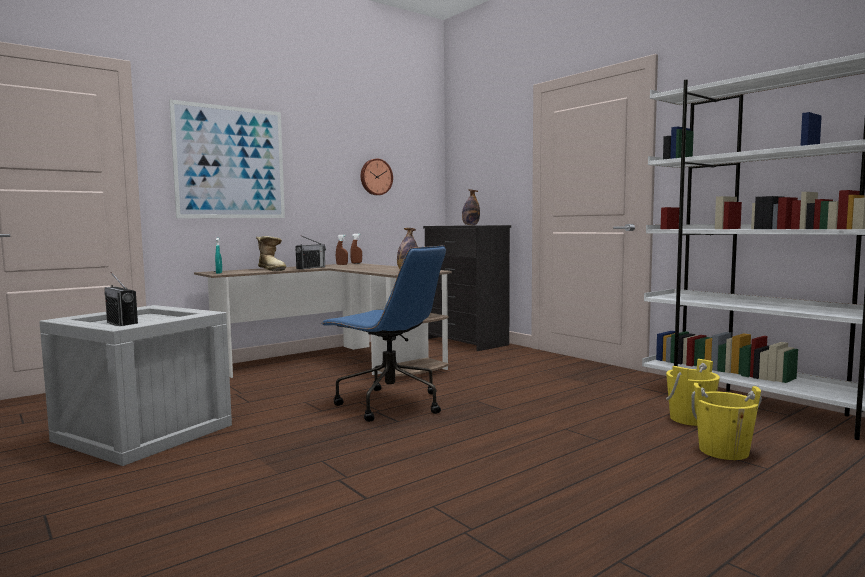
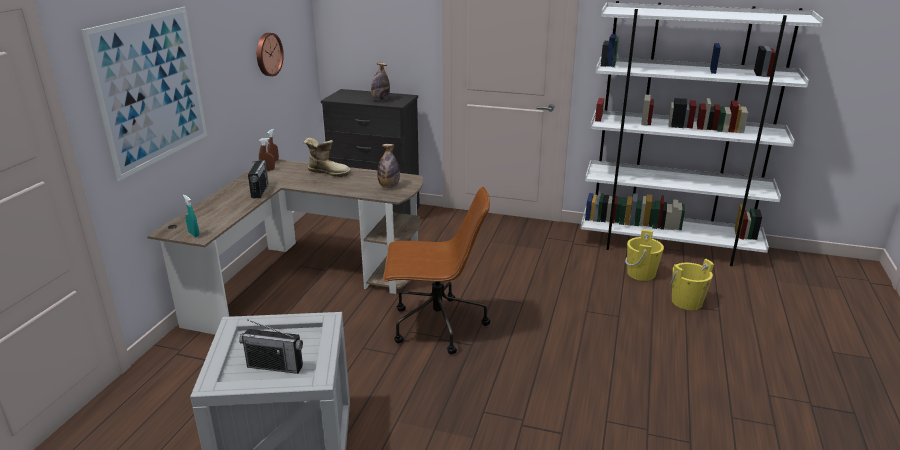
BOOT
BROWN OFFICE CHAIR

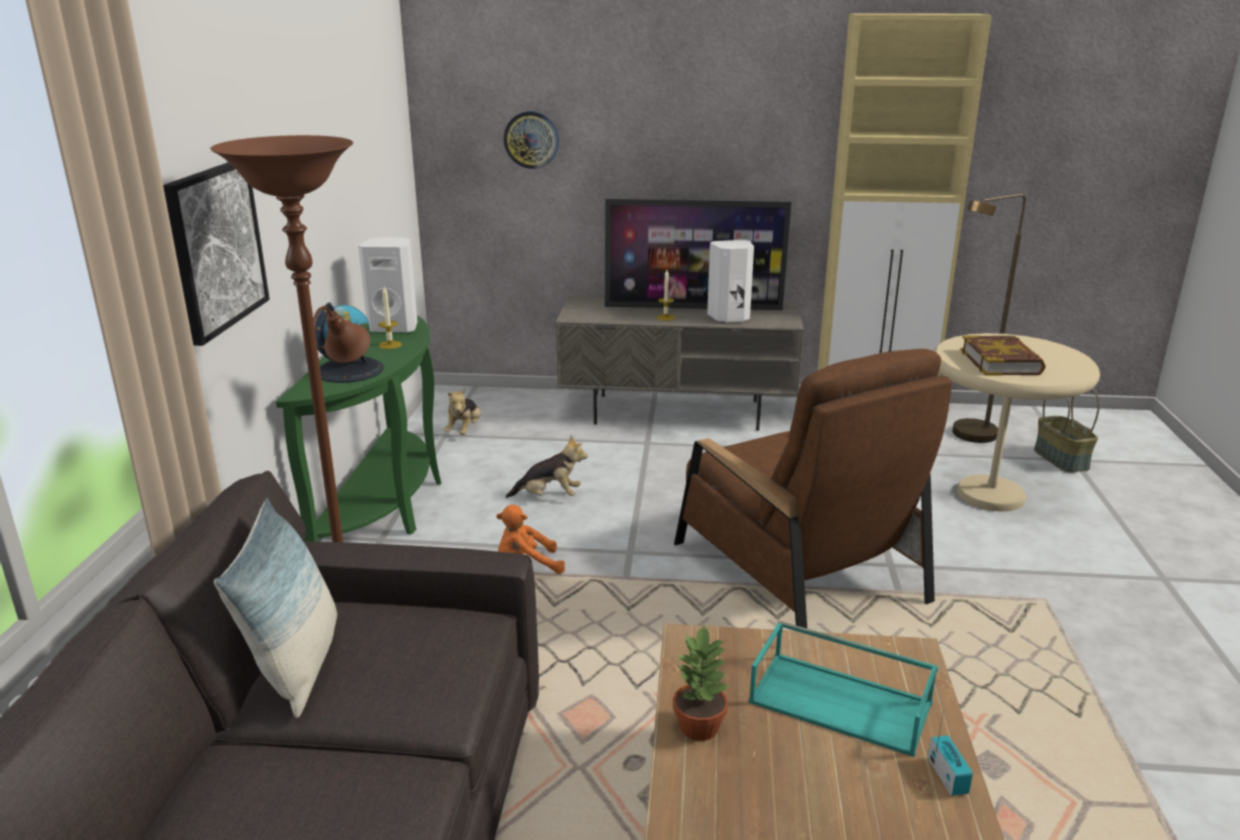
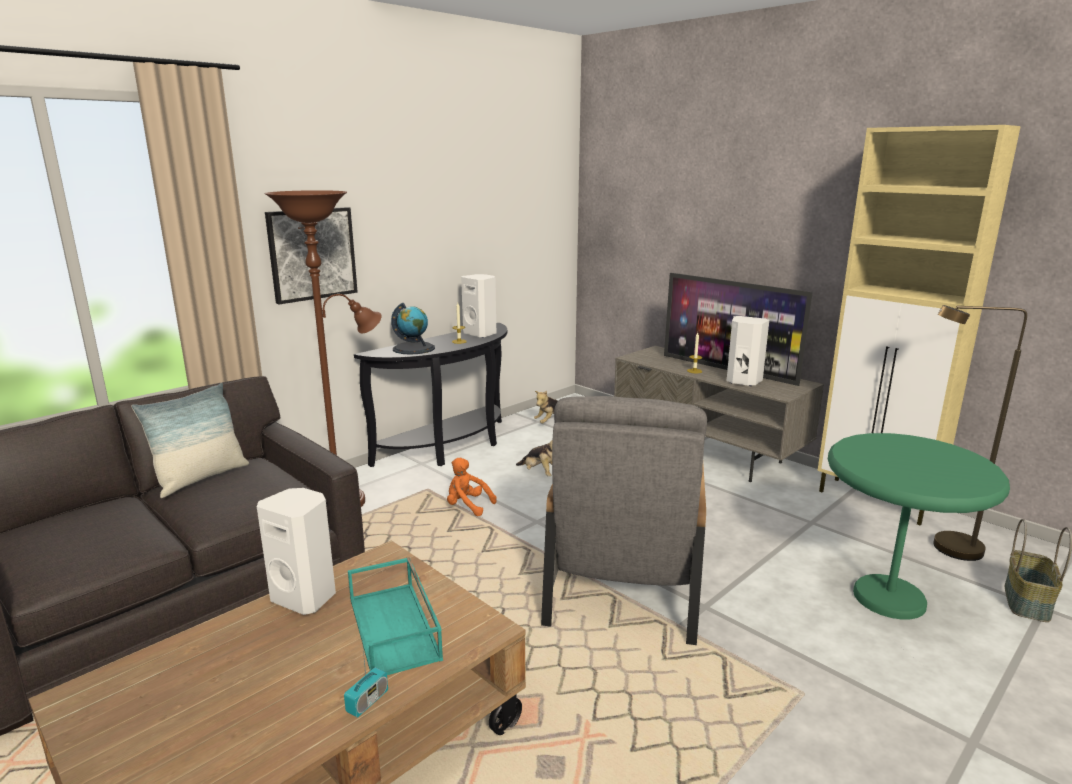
BLACK CONSOLE TABLE
WALL CLOCK
WHITE SPEAKER (no. 1 from left)
GREY ARMCHAIR
GREEN SIDE TABLE
BOOK

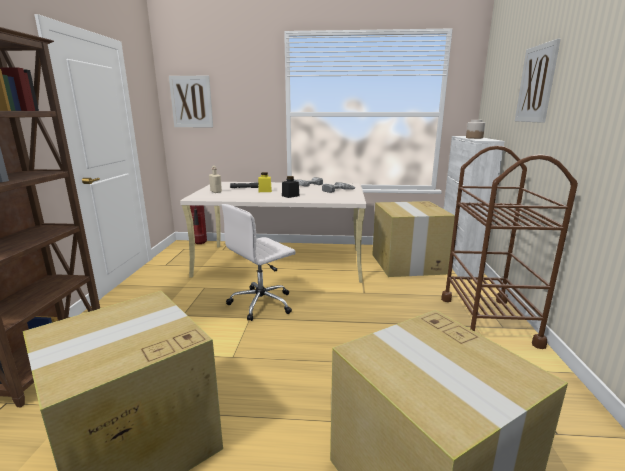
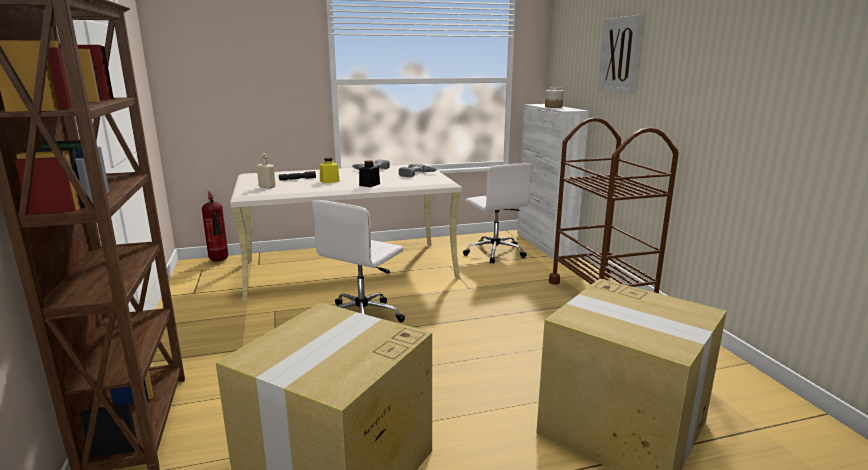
PICTURE (no. 1 from left in the first image)
WHITE OFFICE CHAIR (no. 2 from left)

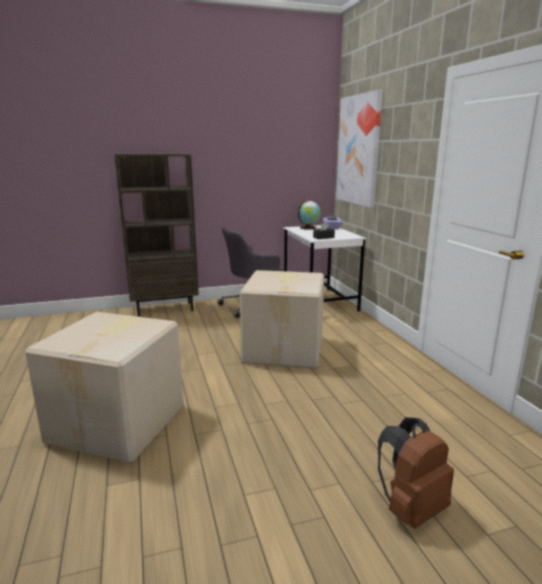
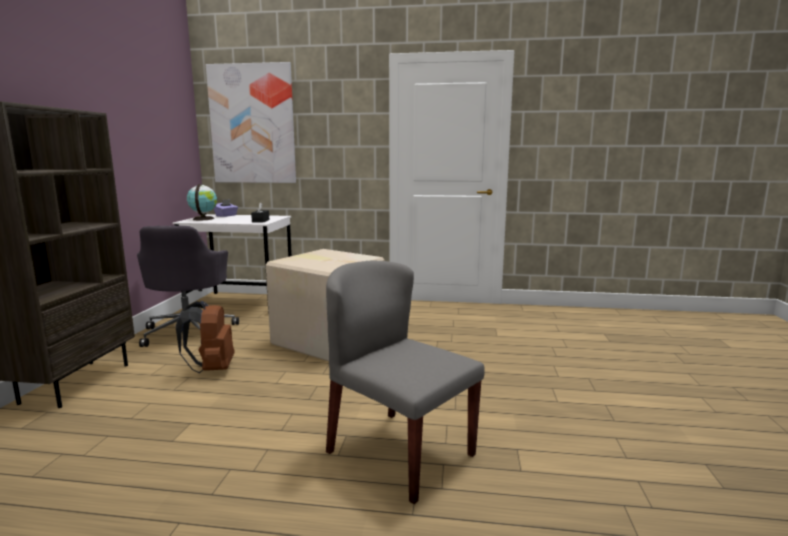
GREY CHAIR
BROWN BACKPACK

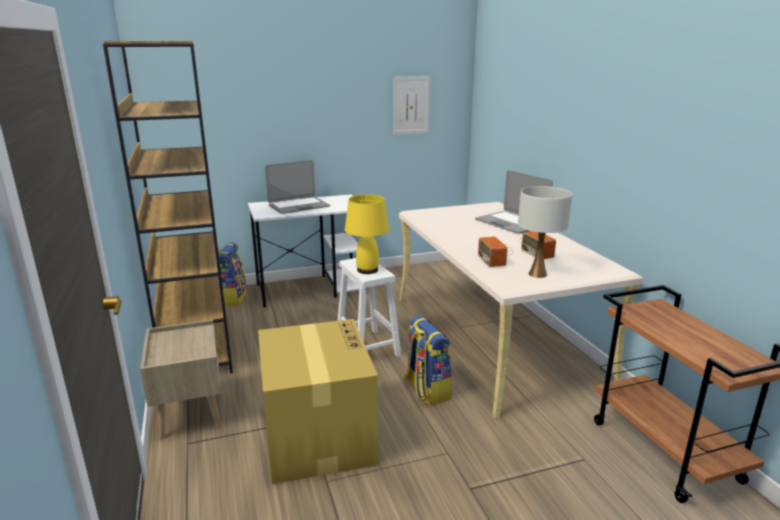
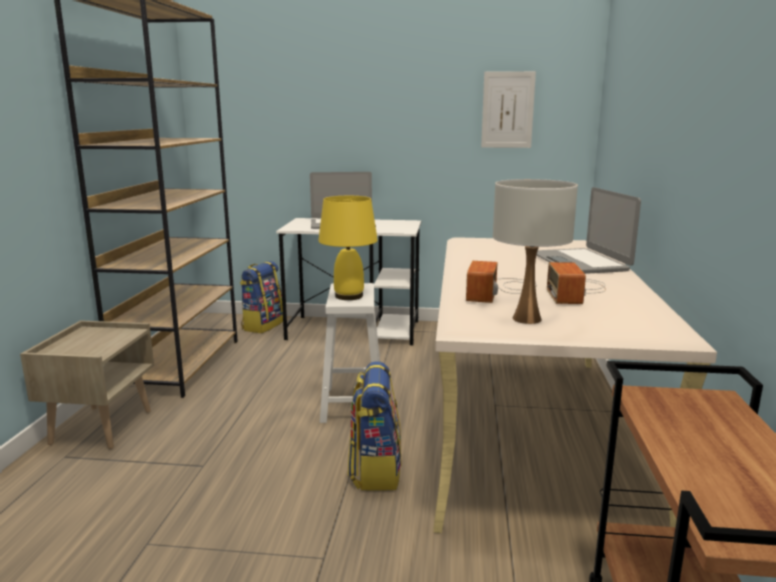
CARDBOARD BOX

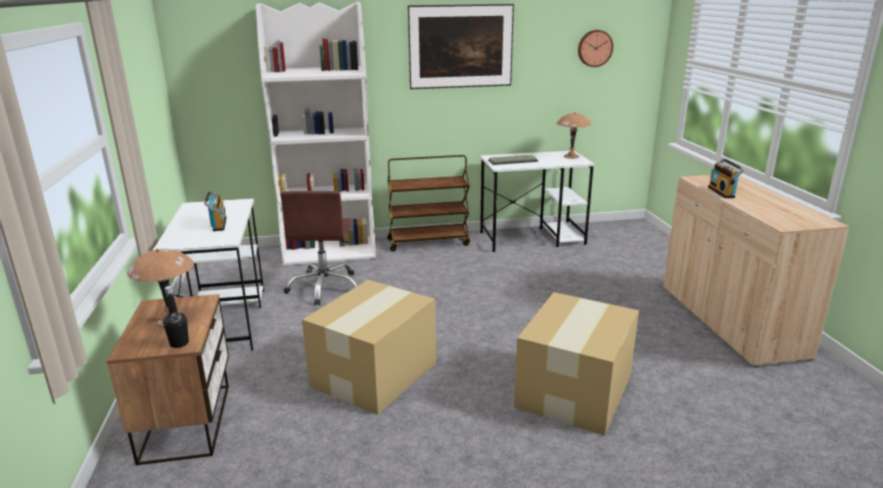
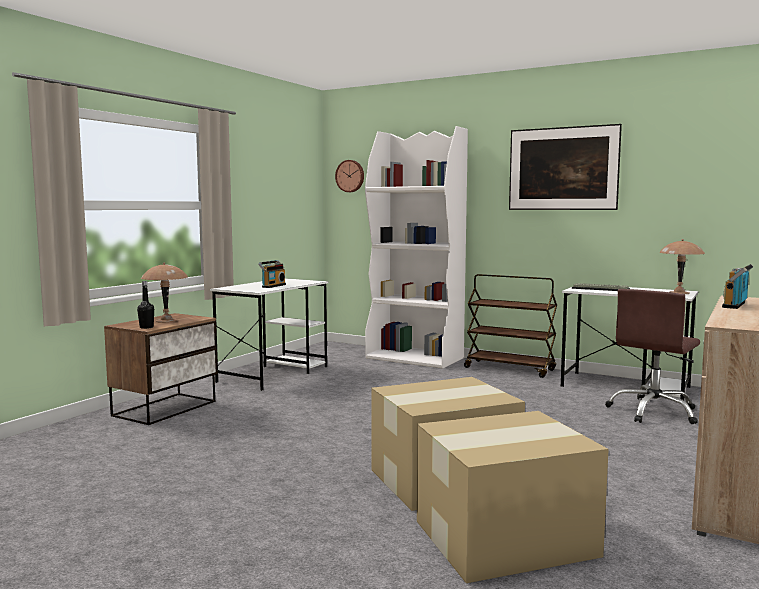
BROWN OFFICE CHAIR
CARDBOARD BOX (no. 2 from left)
WALL CLOCK

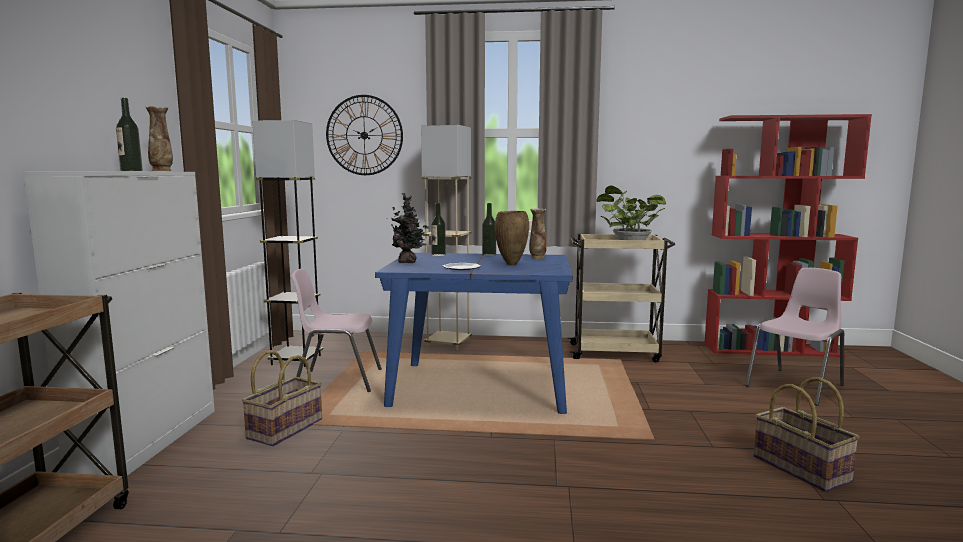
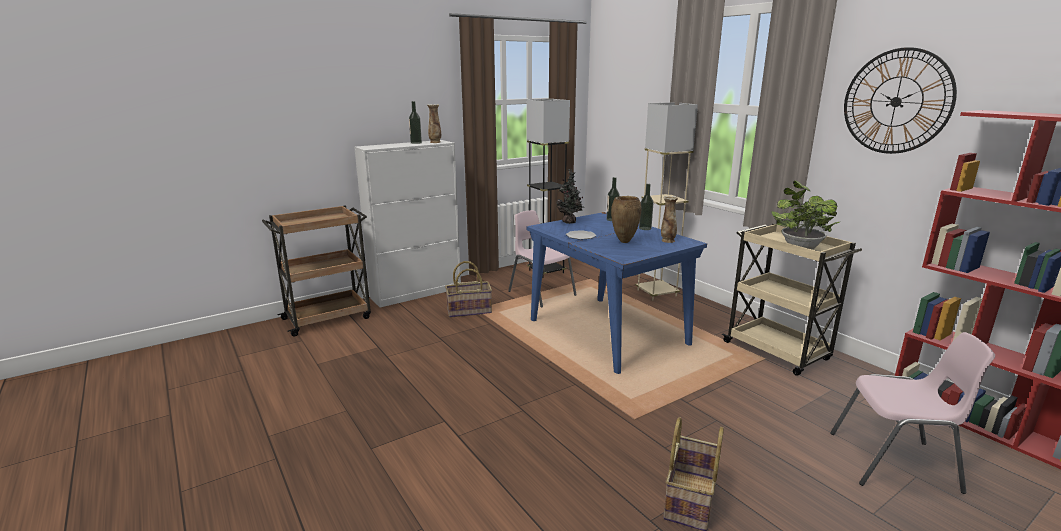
WALL CLOCK

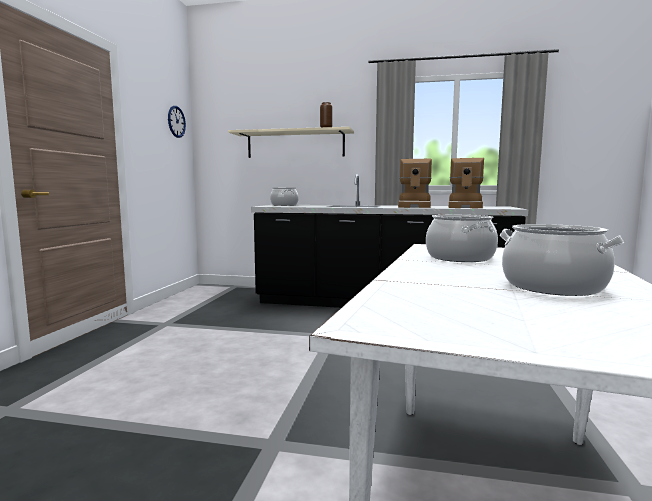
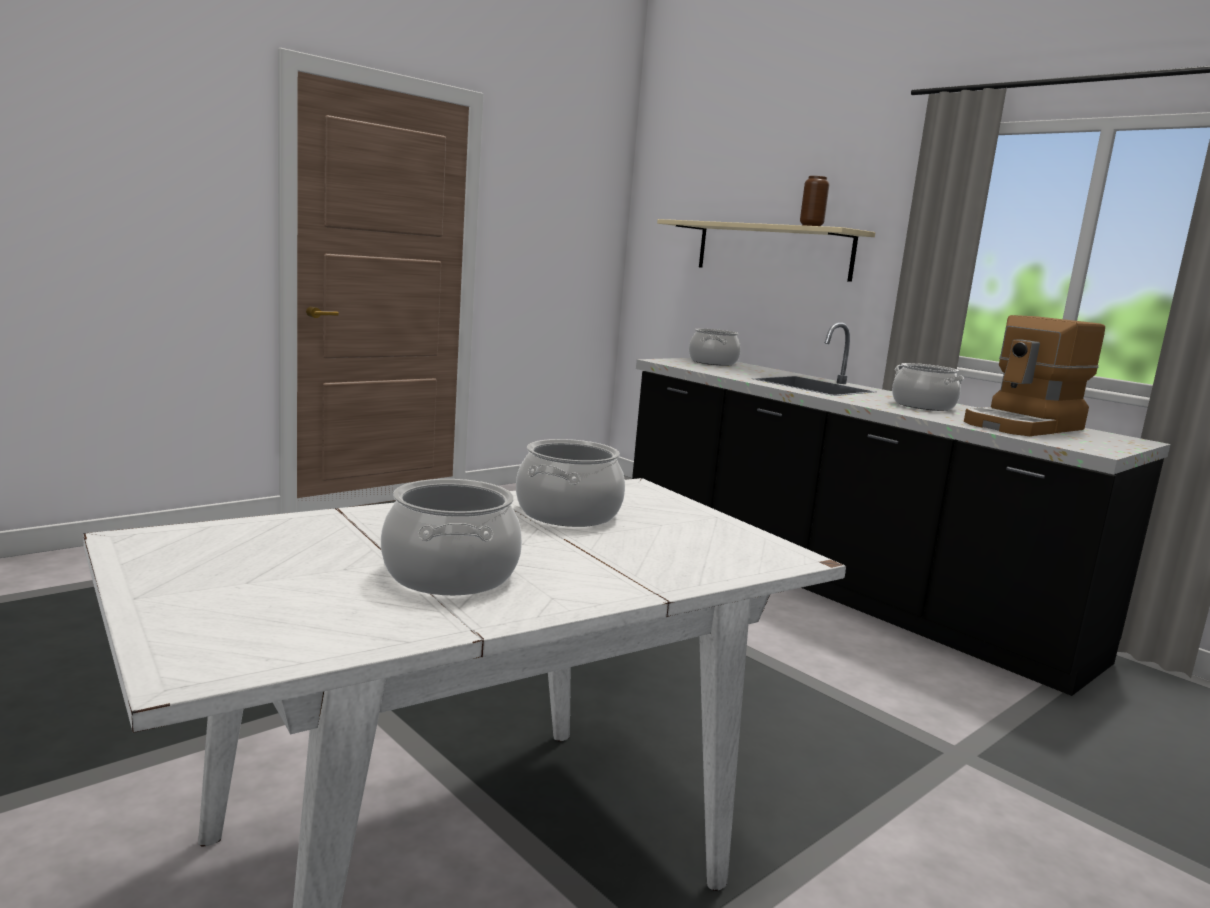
WALL CLOCK
COOKING POT (no. 4 from left)

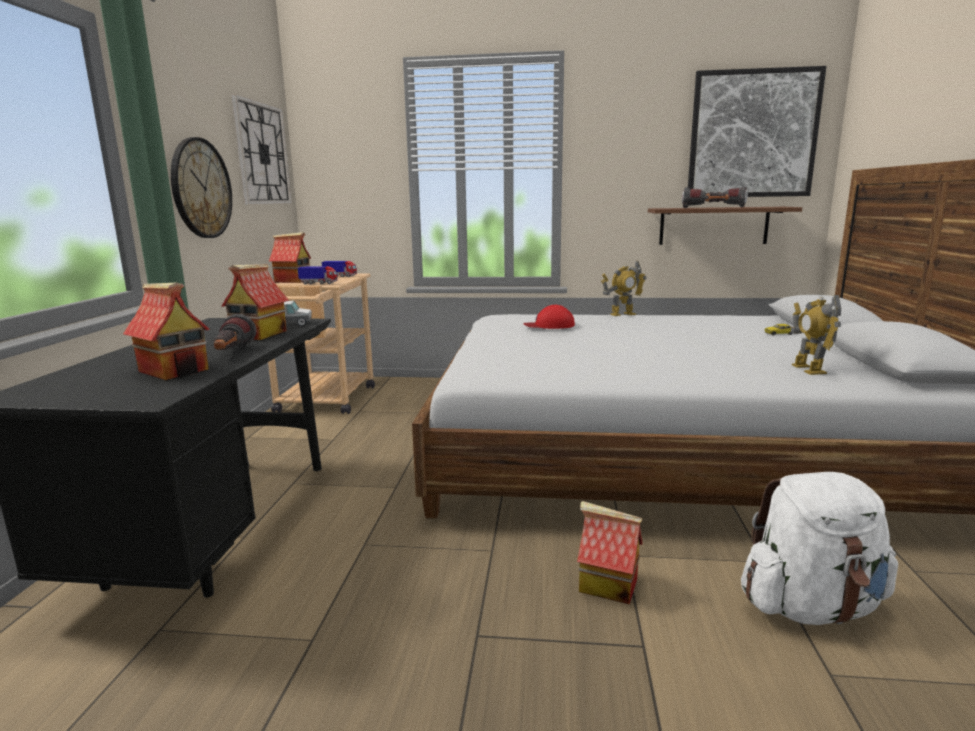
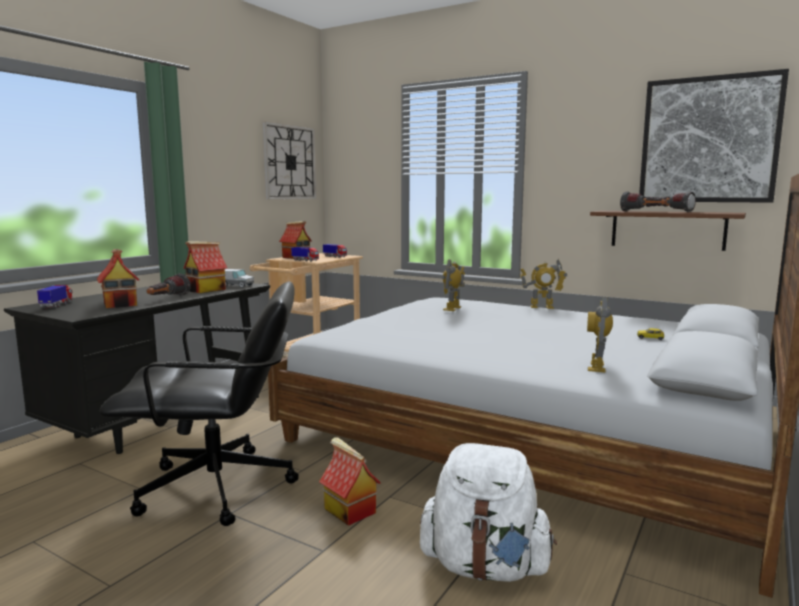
WALL CLOCK (no. 1 from left in the first image)
TOY ROBOT (no. 1 from left)
TOY TRUCK (no. 1 from left)
BLACK OFFICE CHAIR

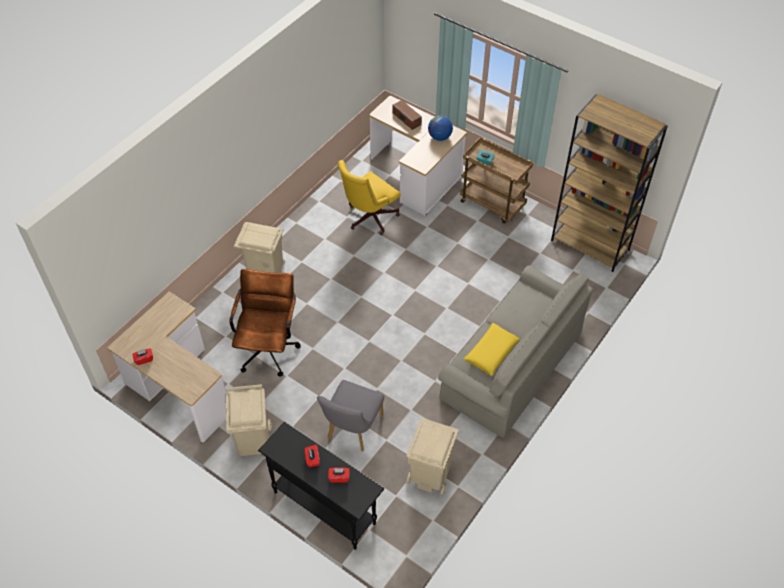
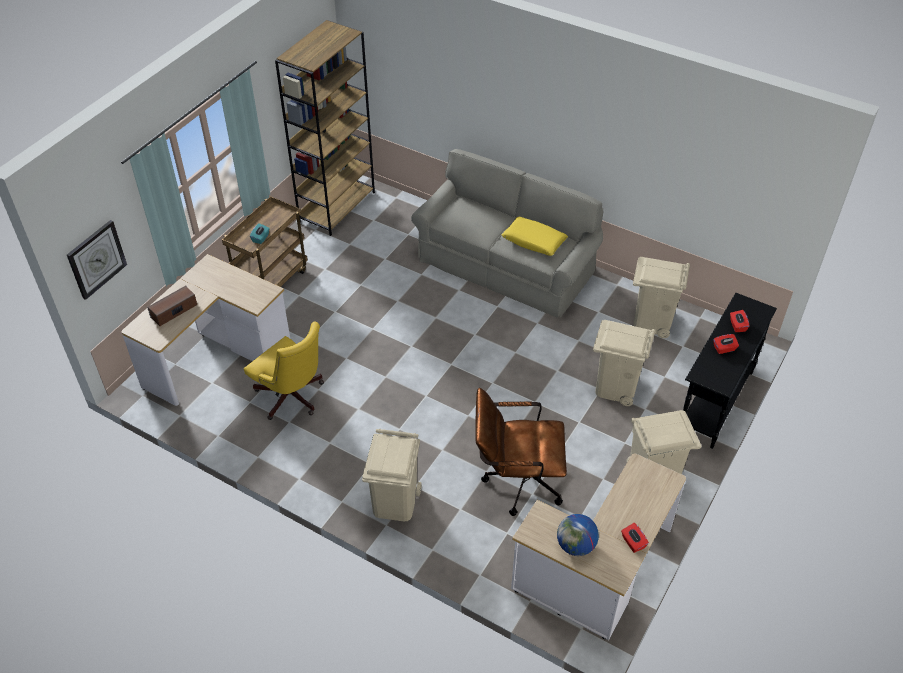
BEIGE TRASH CAN (no. 2 from left)
GLOBE
WALL CLOCK

